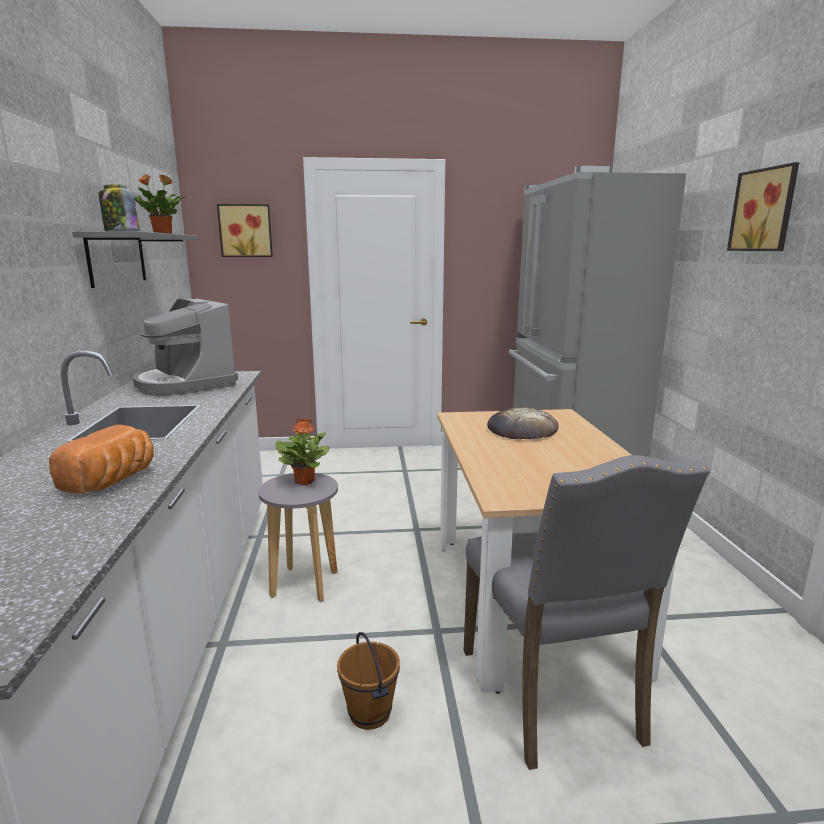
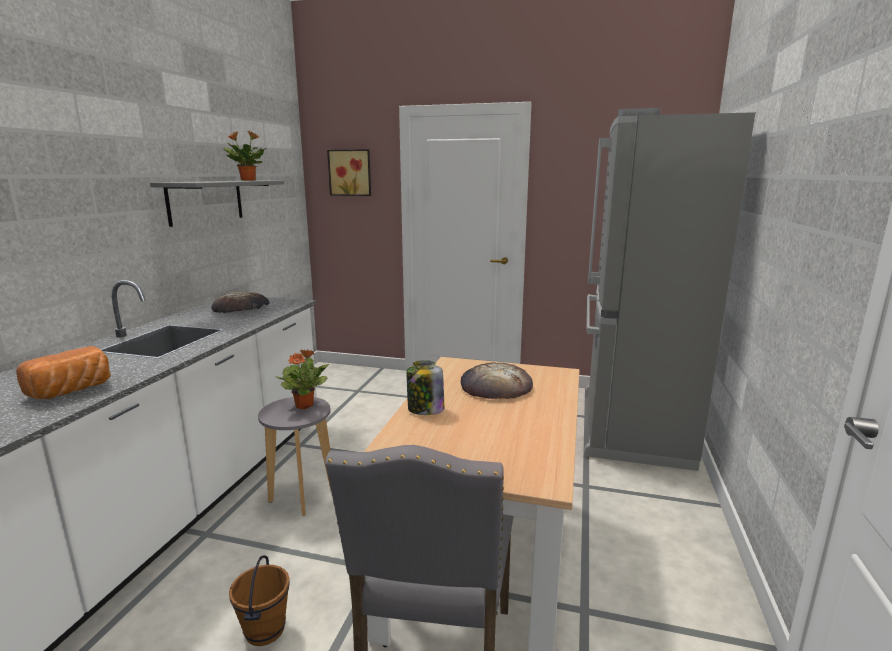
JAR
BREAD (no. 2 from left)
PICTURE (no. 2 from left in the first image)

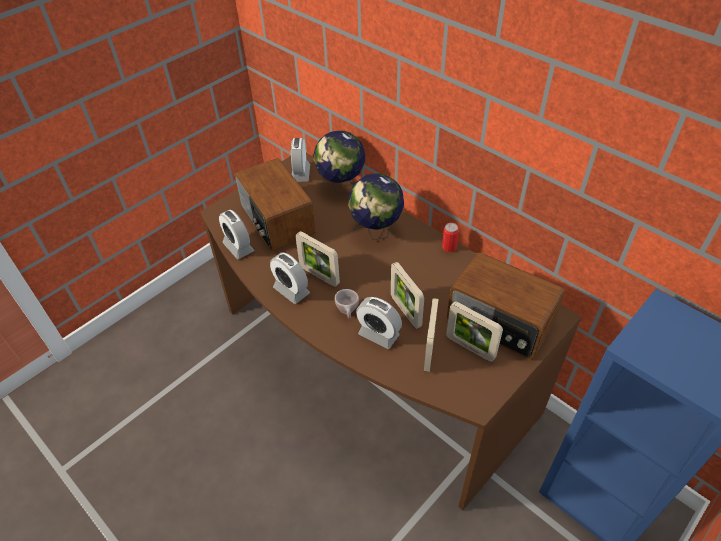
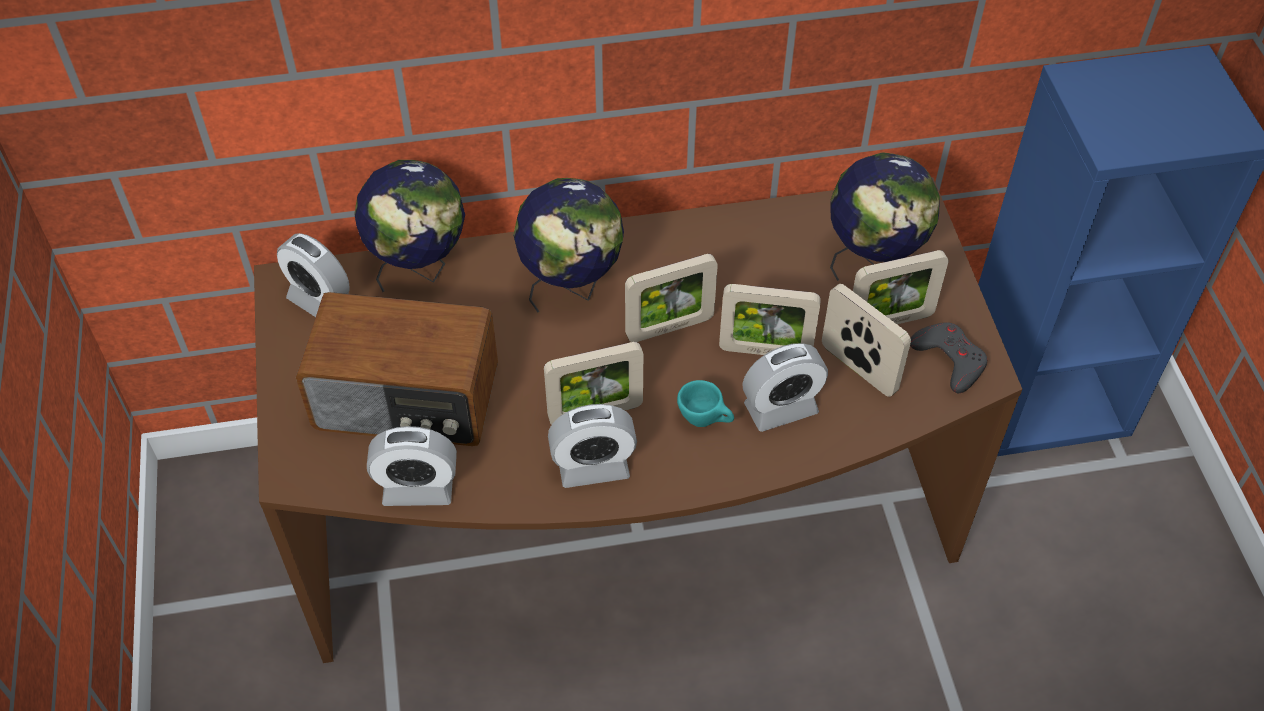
TURQUOISE CUP
CAN
GLOBE (no. 3 from left)
PICTURE FRAME (no. 2 from left)
GREY GAME CONTROLLER

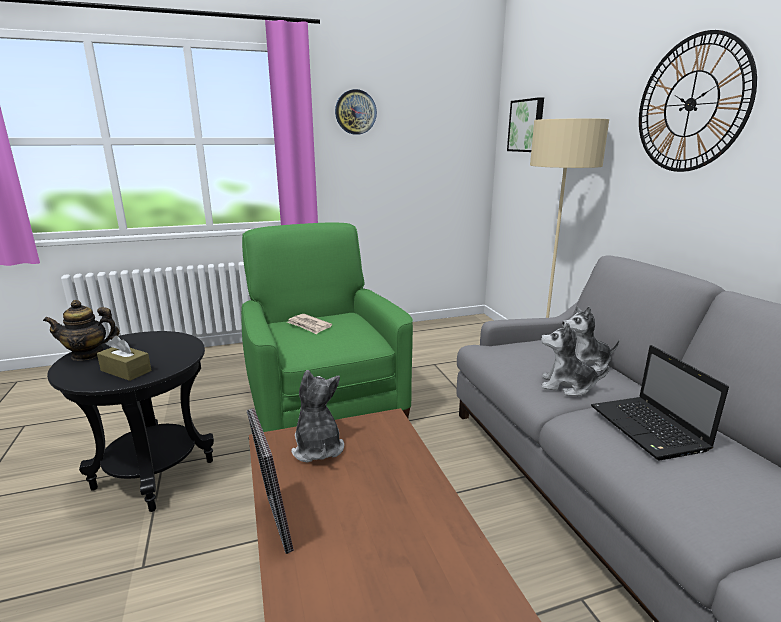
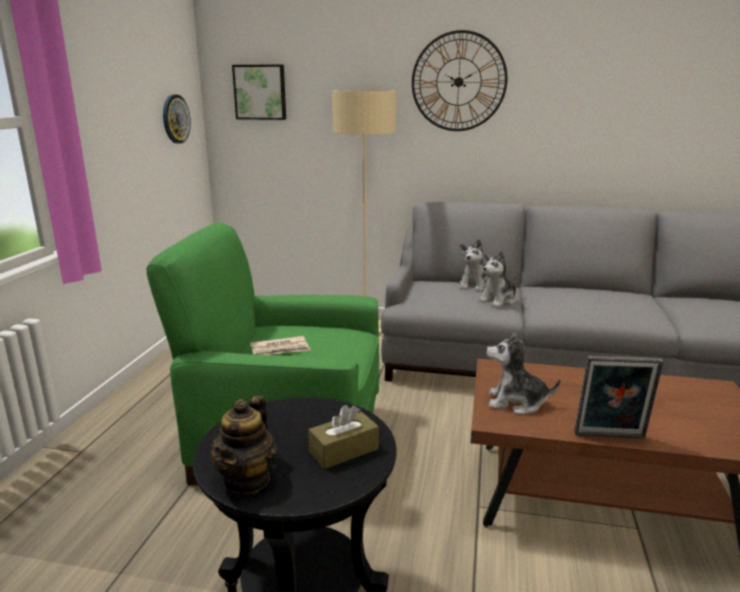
WALL CLOCK (no. 1 from left)
LAPTOP

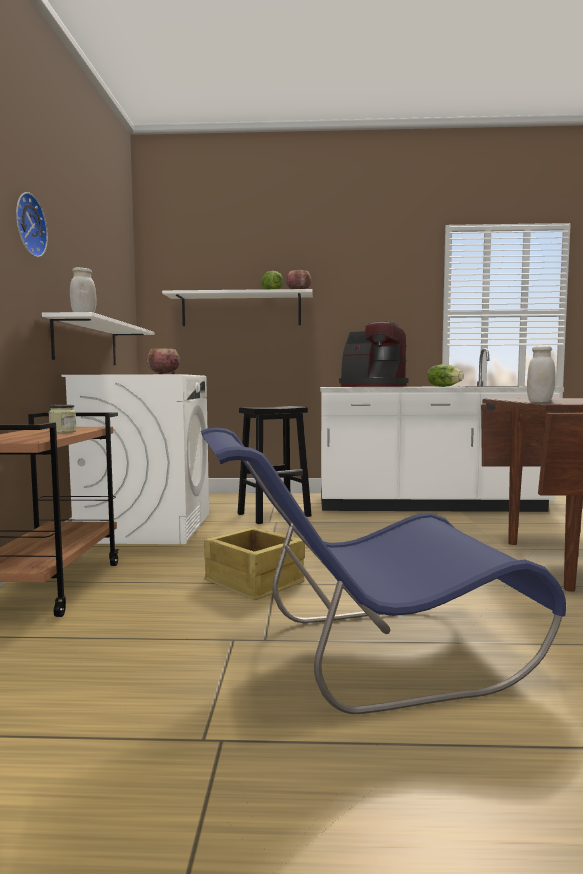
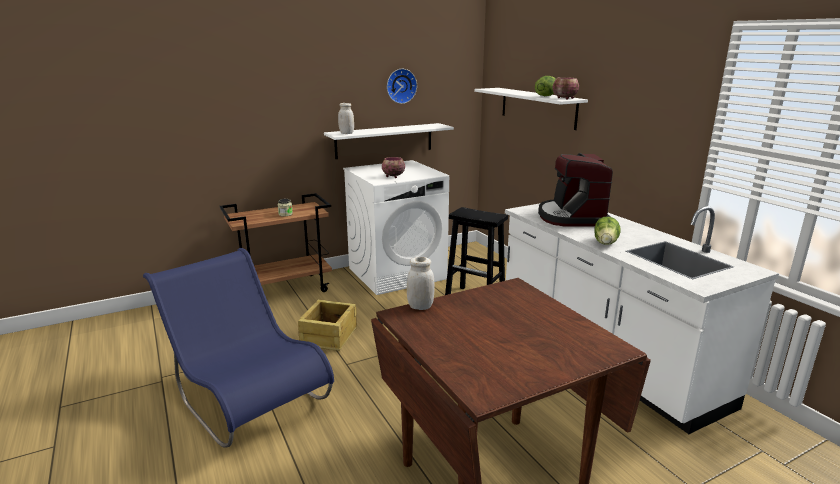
WALL CLOCK

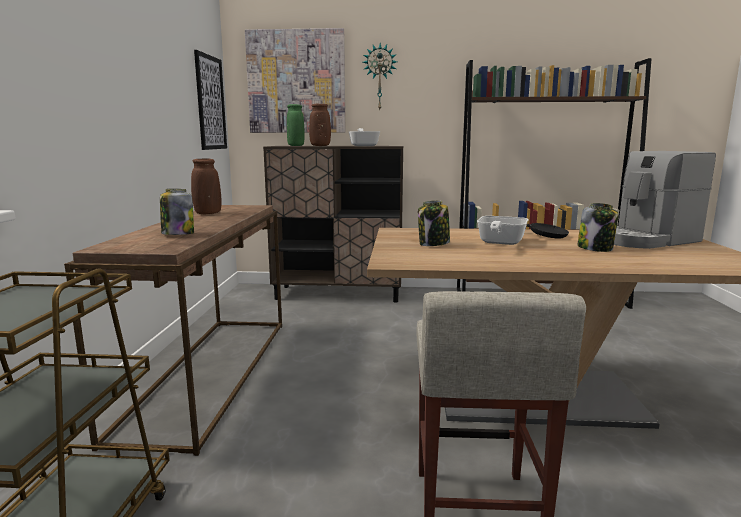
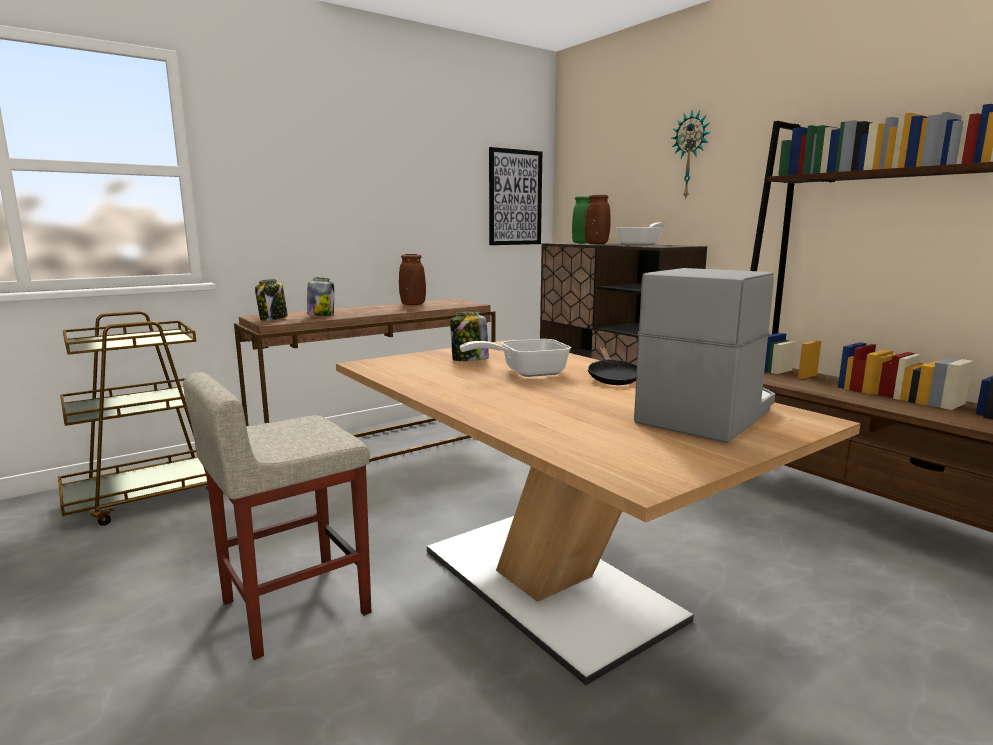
PICTURE (no. 2 from left in the first image)
JAR (no. 1 from left)
COFFEE MACHINE

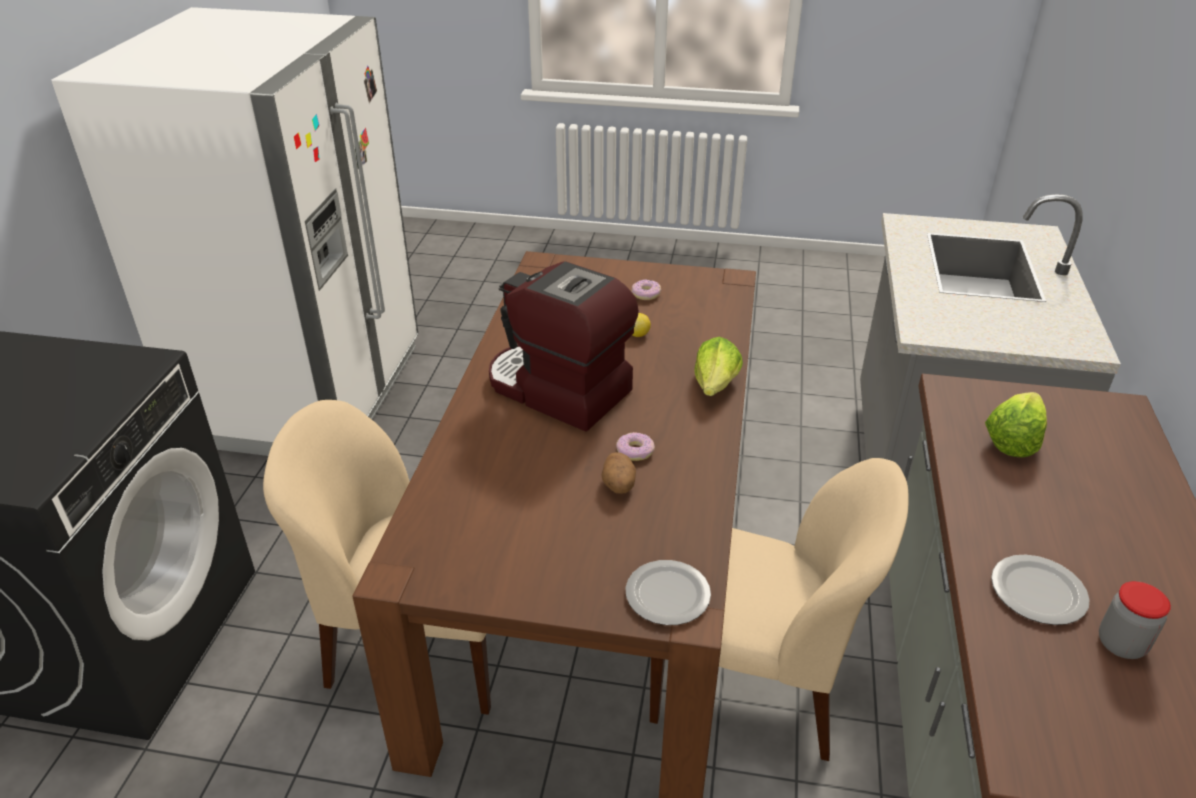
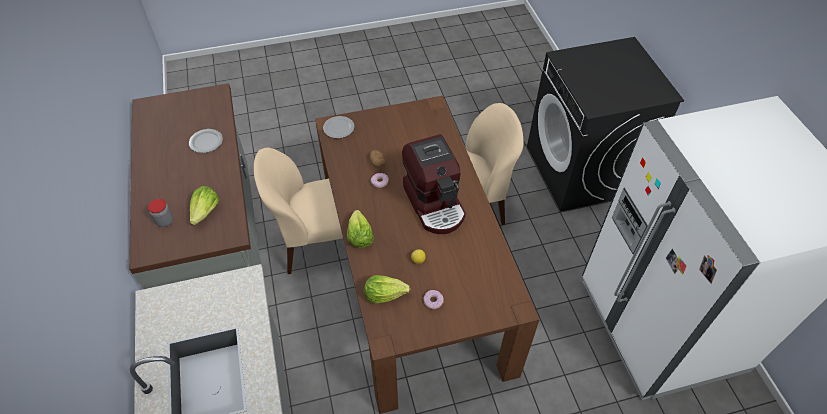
COFFEE MACHINE
JAR
LETTUCE (no. 3 from left)

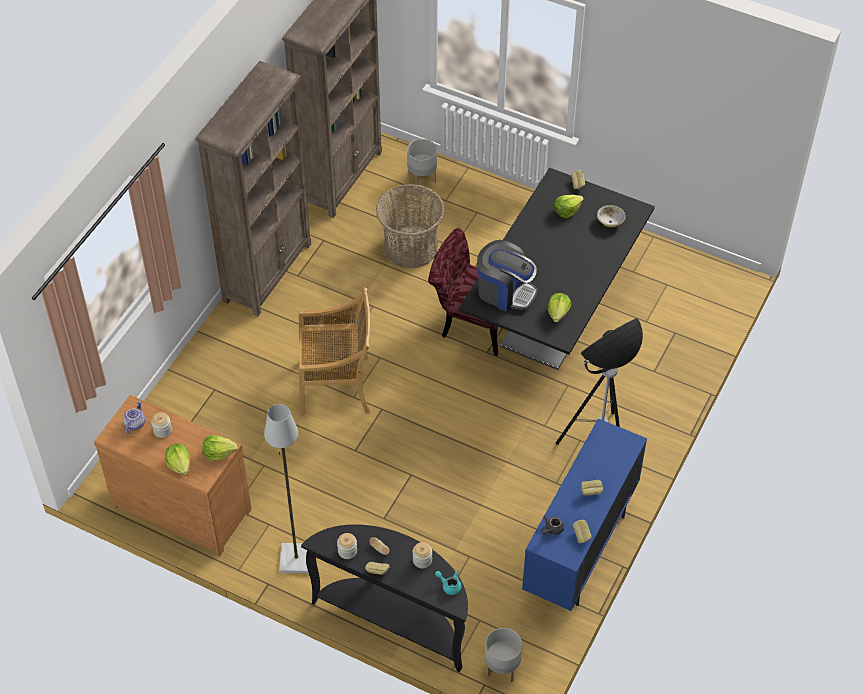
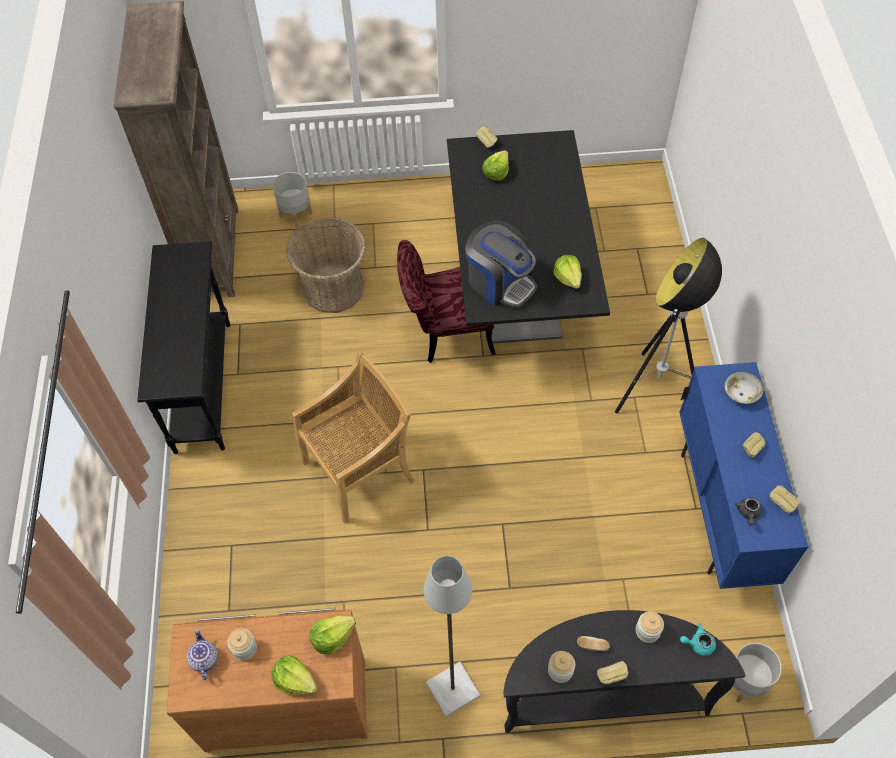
BLACK CONSOLE TABLE (no. 1 from left)
COFFEE MACHINE
BOWL

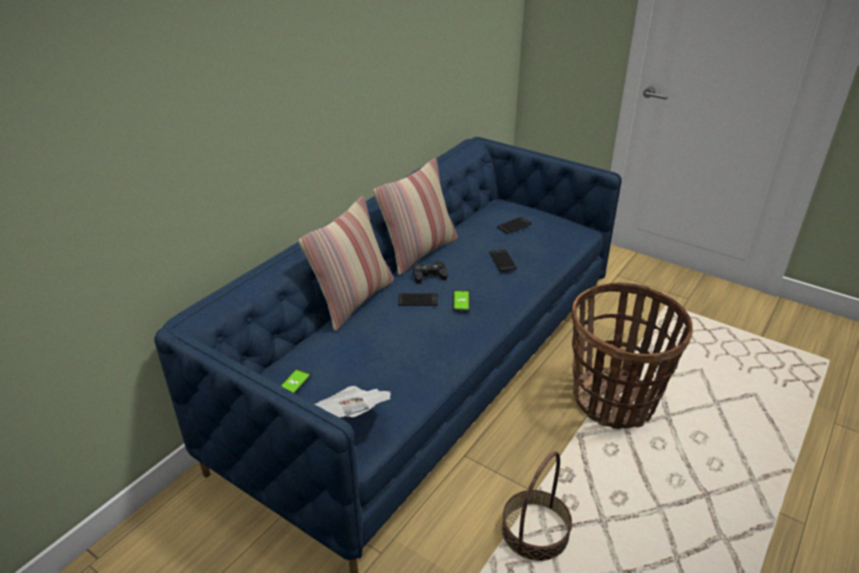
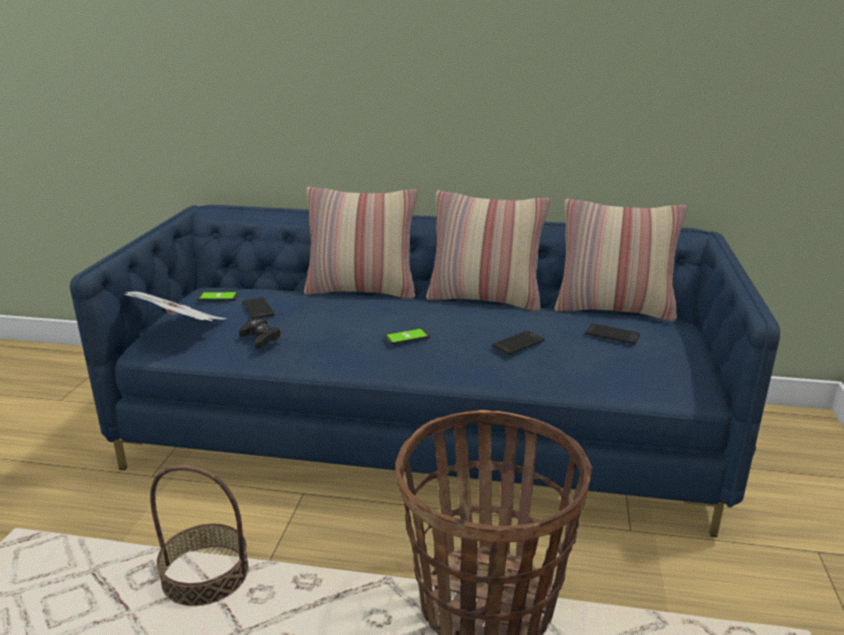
PHONE (no. 2 from left)
BLACK GAME CONTROLLER
PILLOW (no. 3 from left)

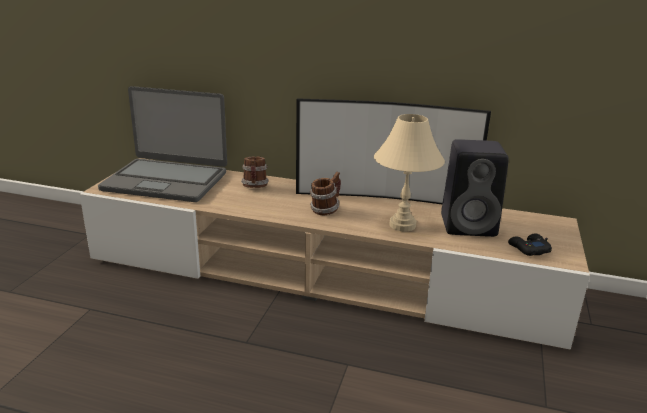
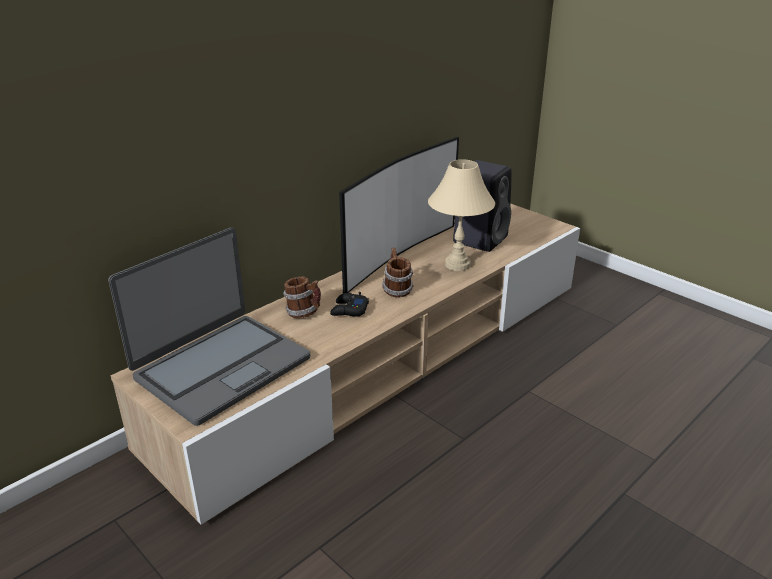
BLACK GAME CONTROLLER

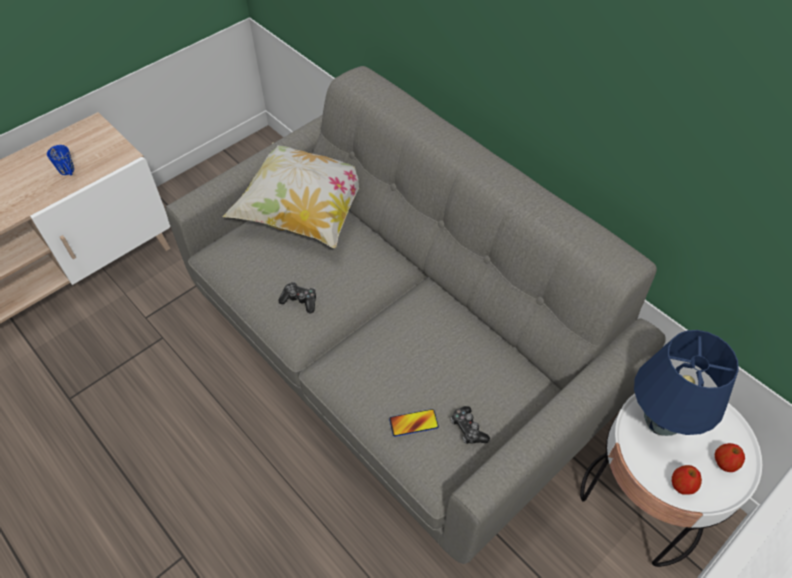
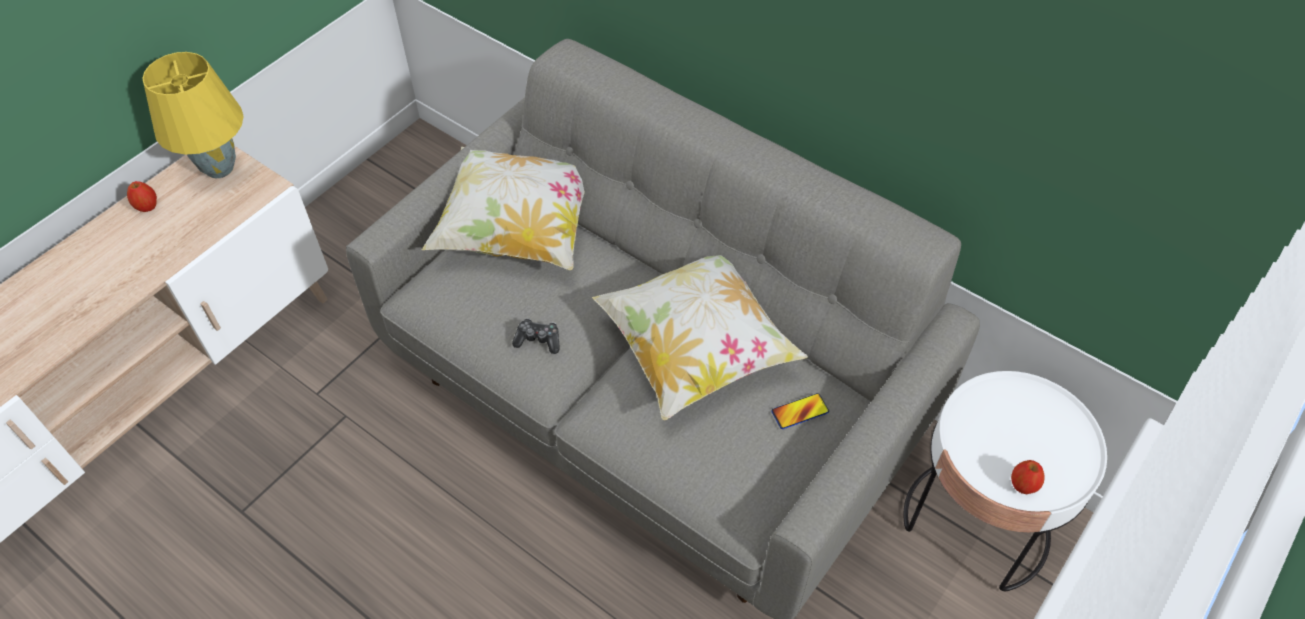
BLUE MUG
PHONE
GAME CONTROLLER (no. 2 from left in the first image)
BLUE TABLE LAMP
APPLE (no. 1 from left)
YELLOW TABLE LAMP
PILLOW (no. 2 from left)

